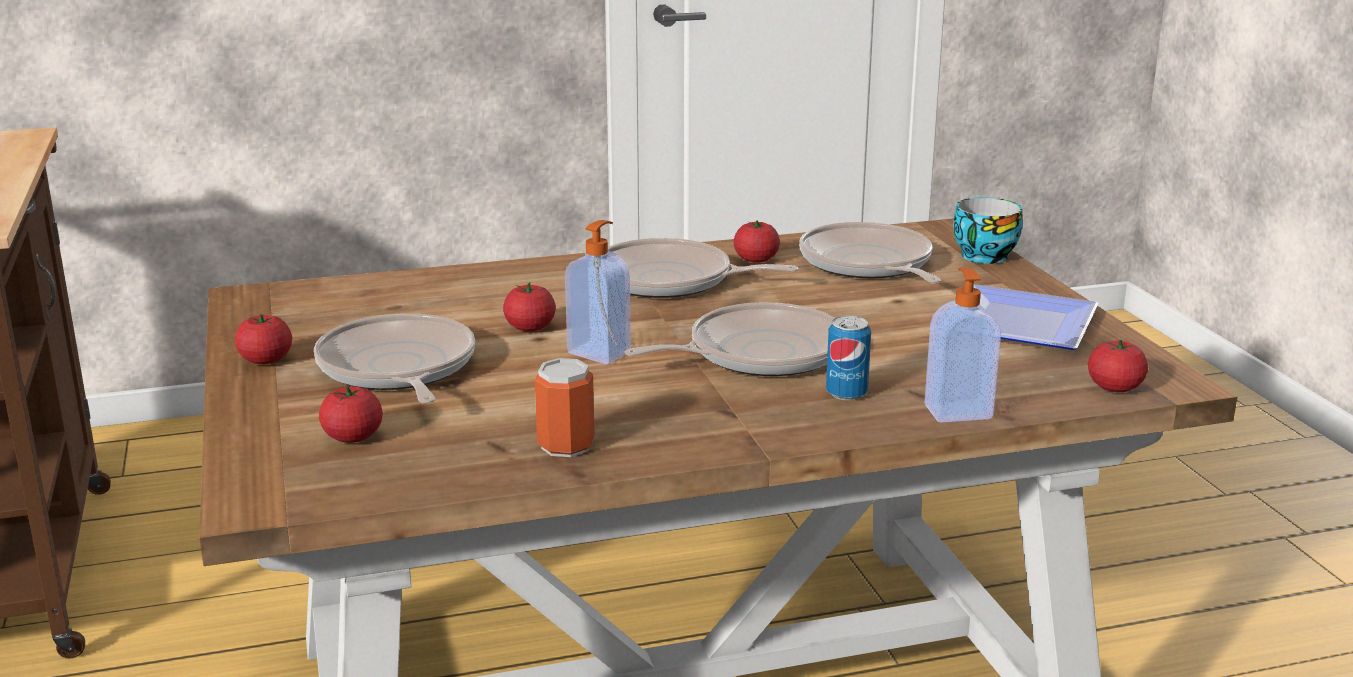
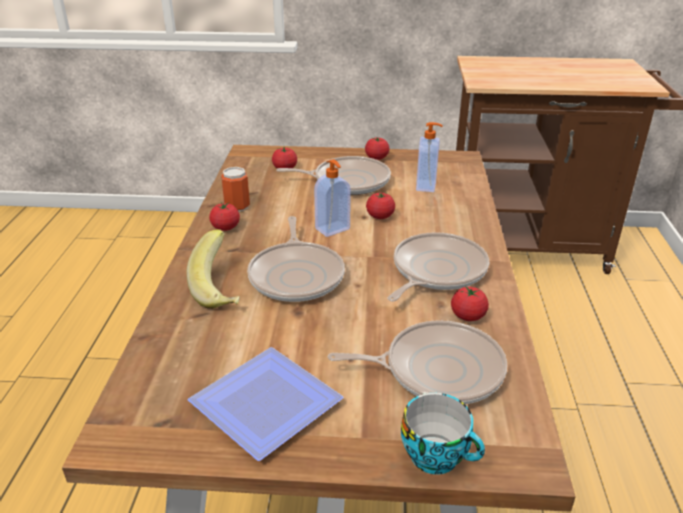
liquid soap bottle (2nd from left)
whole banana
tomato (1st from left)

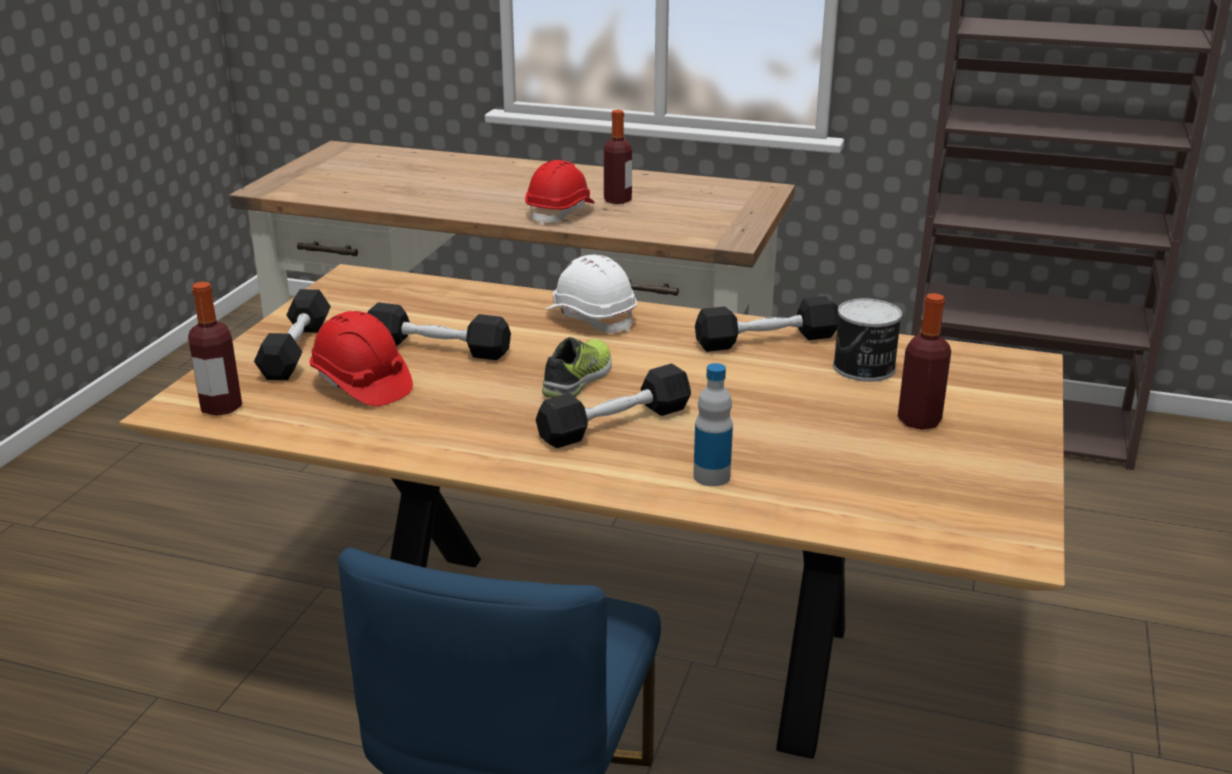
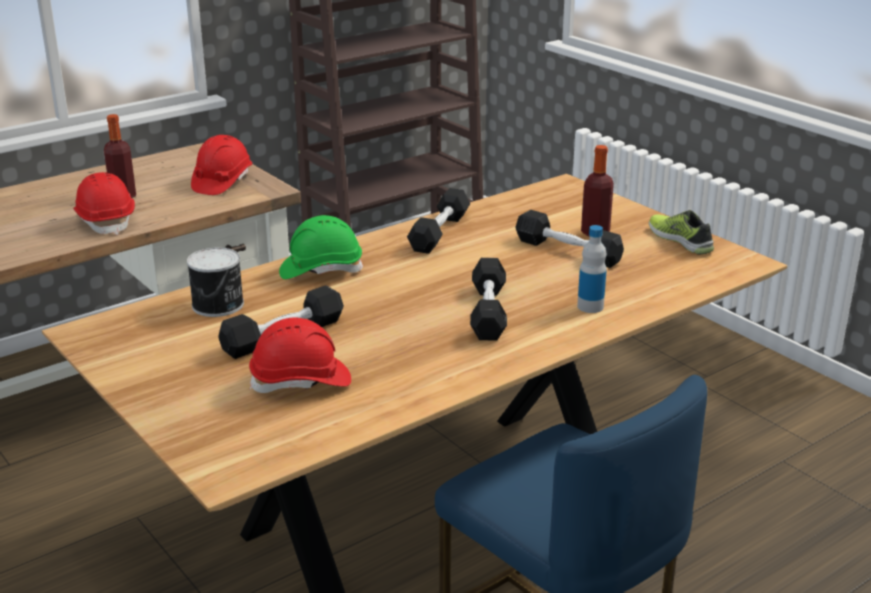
hard hat (green-coloured)
drink bottle (1st from left in the first image)
hand weight (black-coloured) (4th from left)
sealed can
item of footwear
hard hat (reddish) (2nd from left)

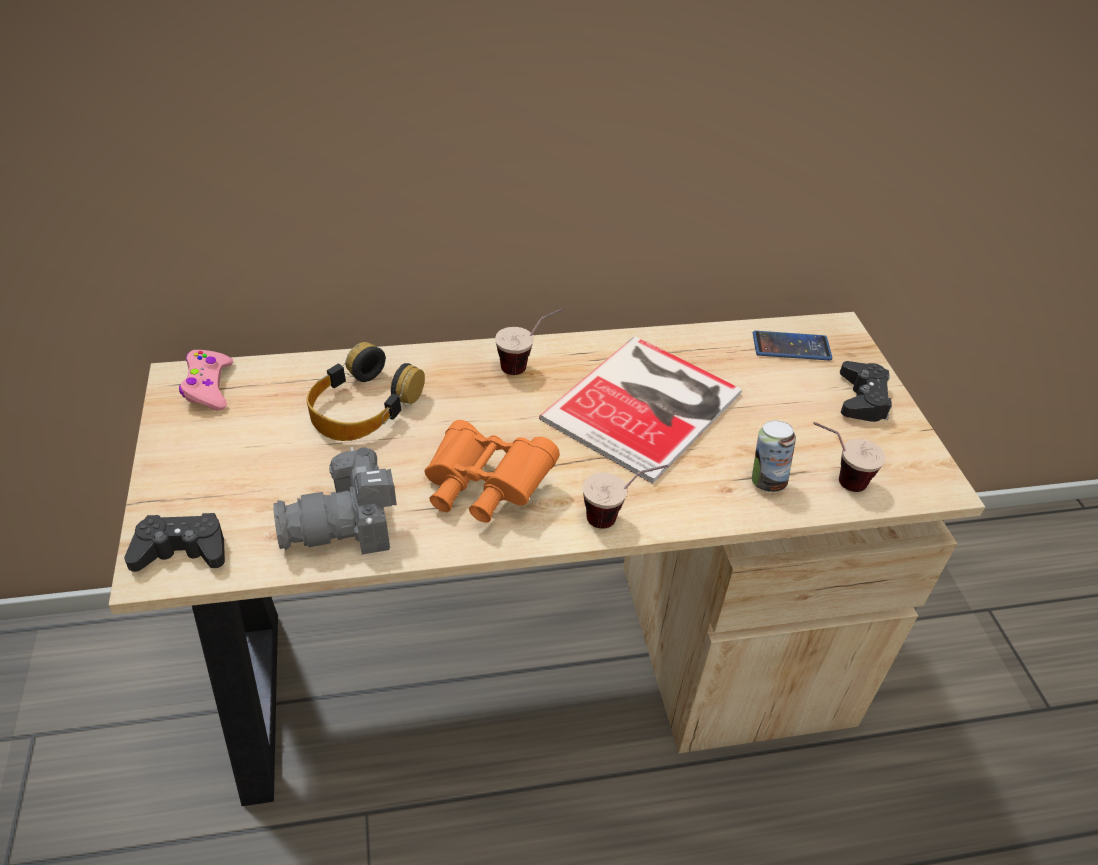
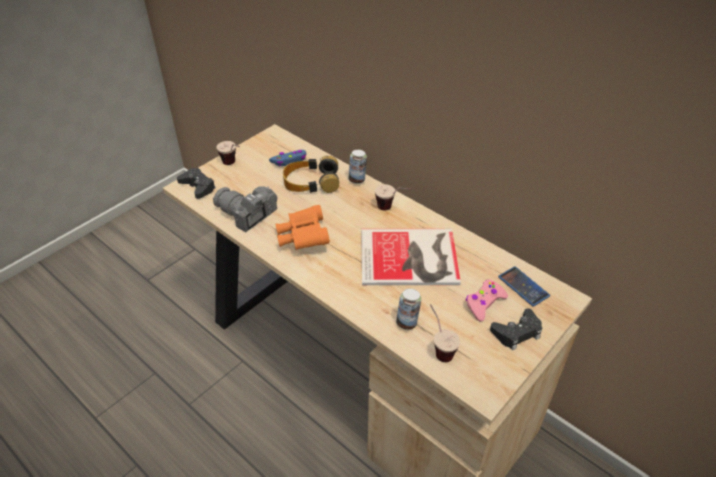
gamepad (pinkish)
small cup (1st from left)
gamepad (blue-coloured)
sealed can (1st from left)

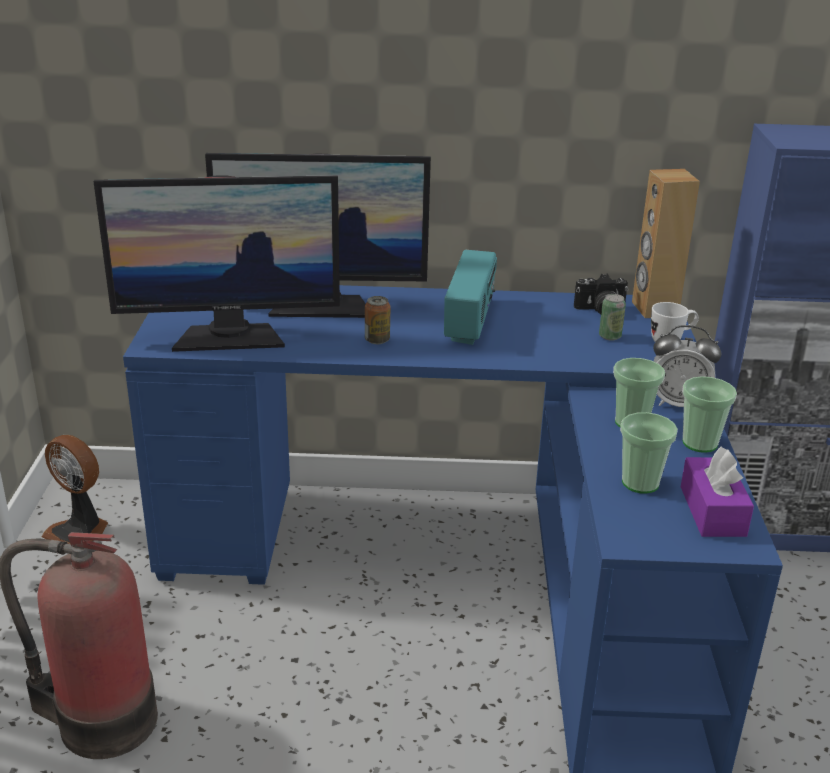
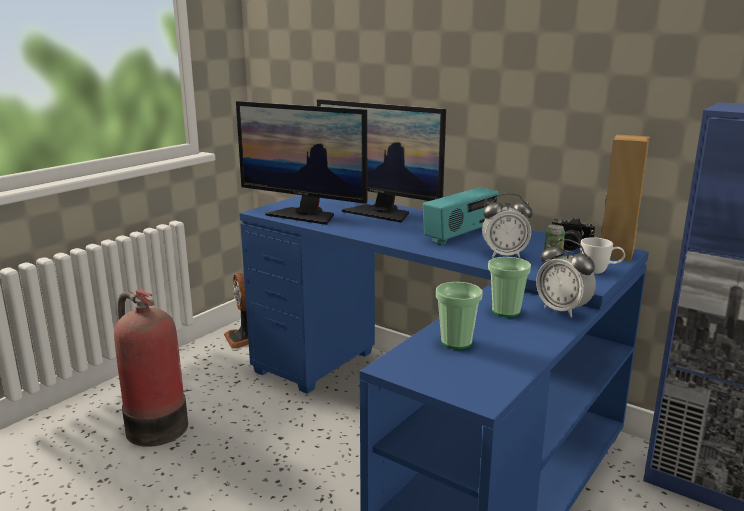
sealed can (1st from left in the first image)
small cup (3rd from left in the first image)
tissue box (purple-coloured)
bedside clock (1st from left)

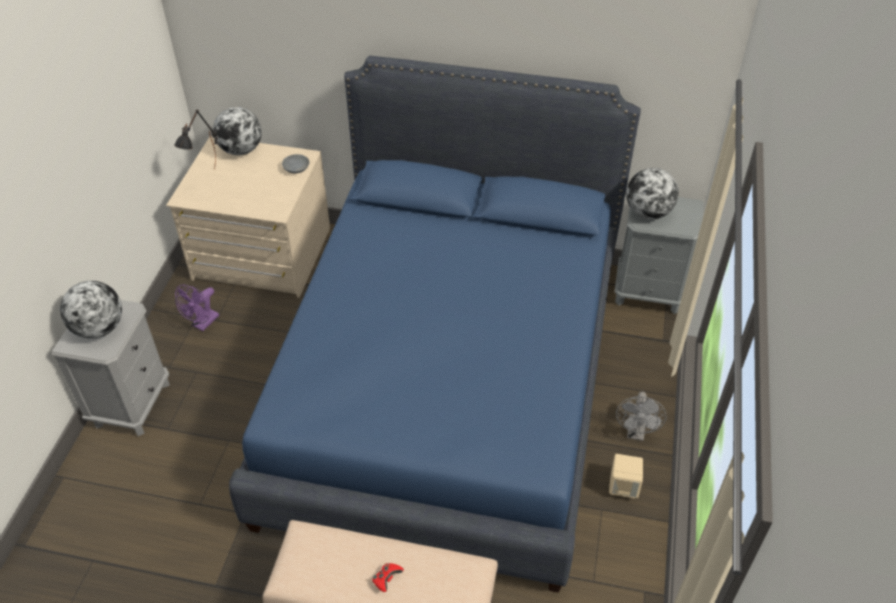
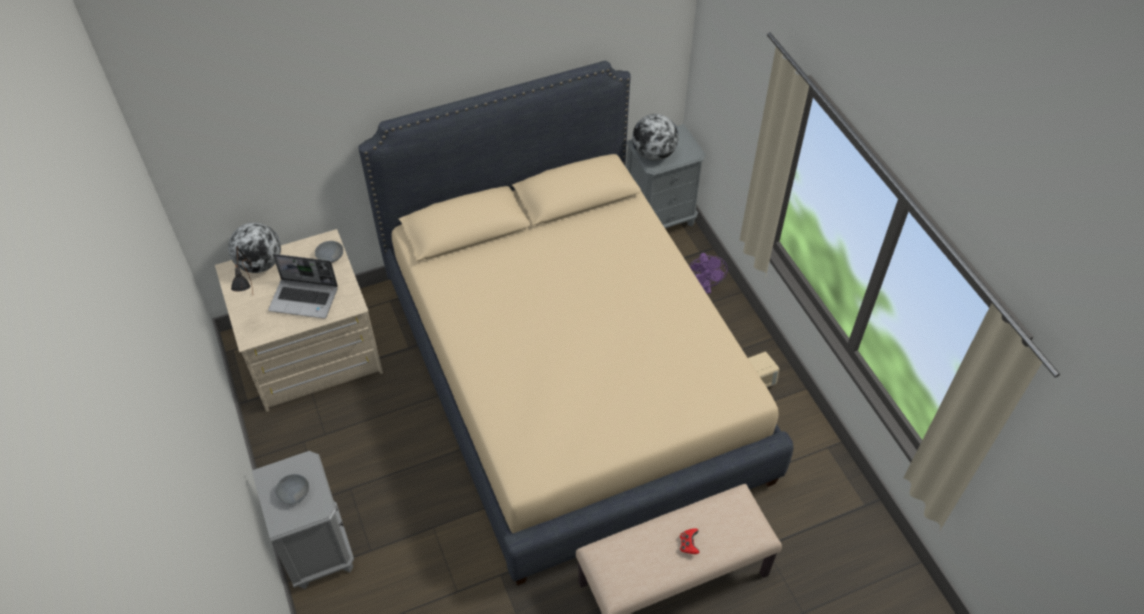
bed (sand-coloured)
deep dish (grey) (1st from left)
cooling fan (purple-coloured)
cooling fan (grey)
laptop

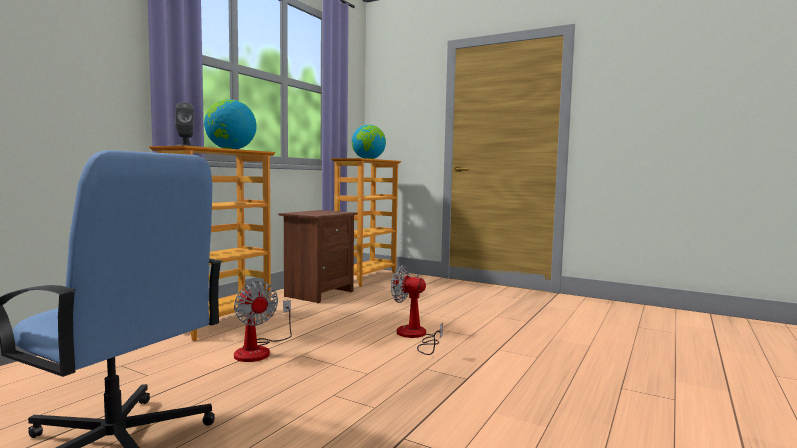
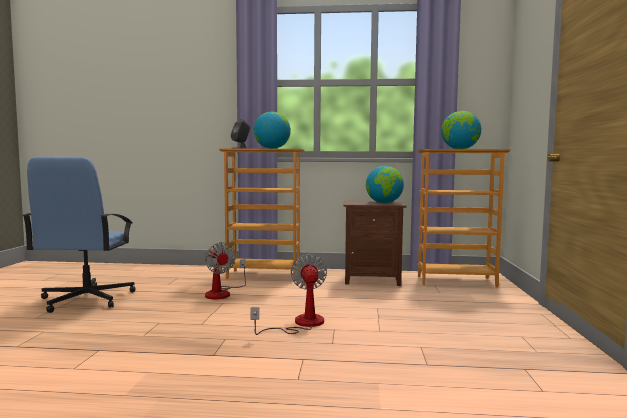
cooling fan (1st from left)
globe (2nd from left)

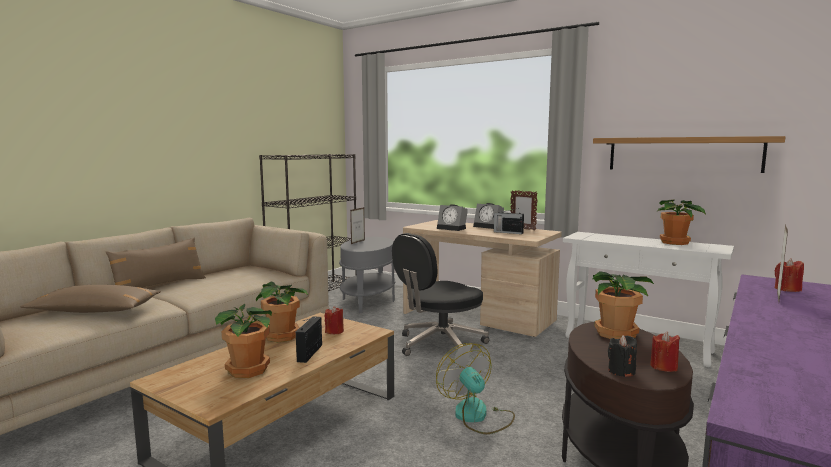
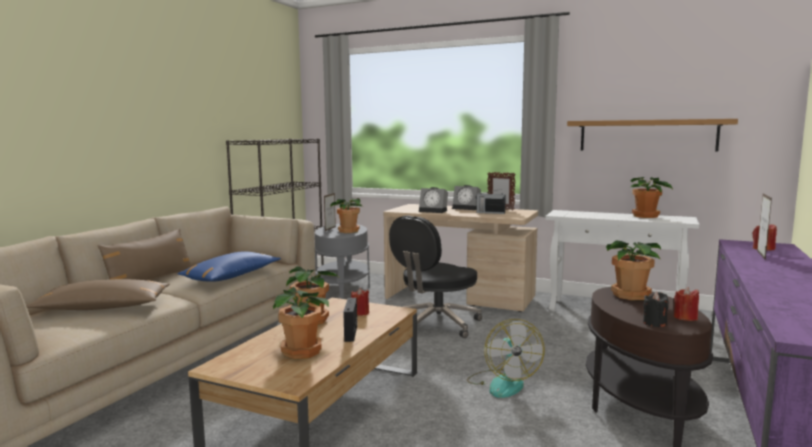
cooling fan
houseplant (3rd from left)
pillow (blue-coloured)

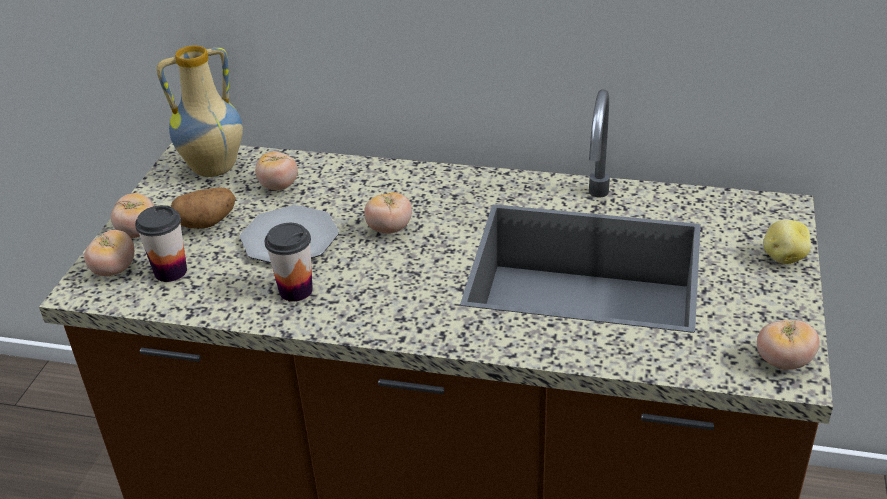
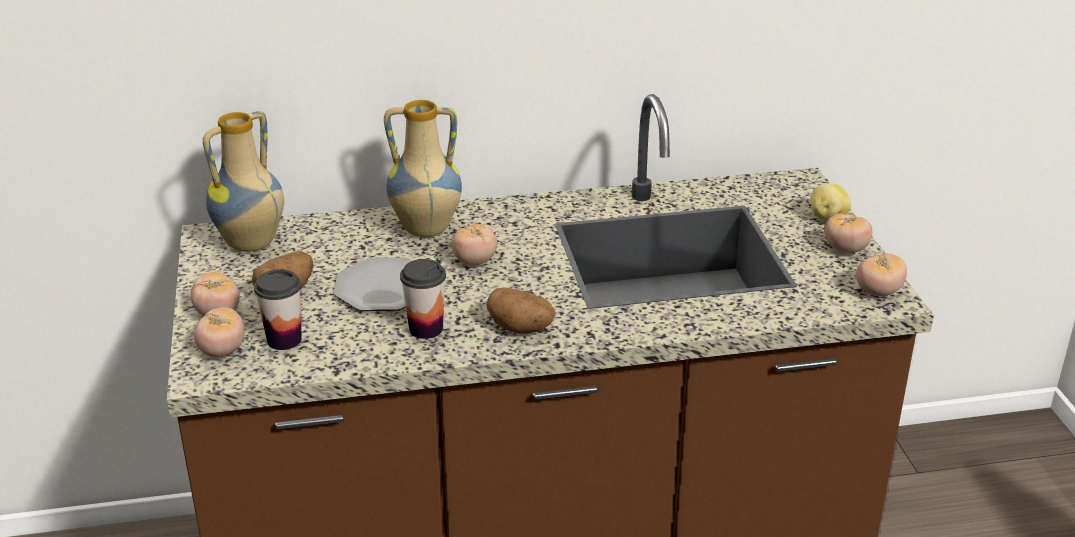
tomato (4th from left)
vase (2nd from left)
potato (2nd from left)

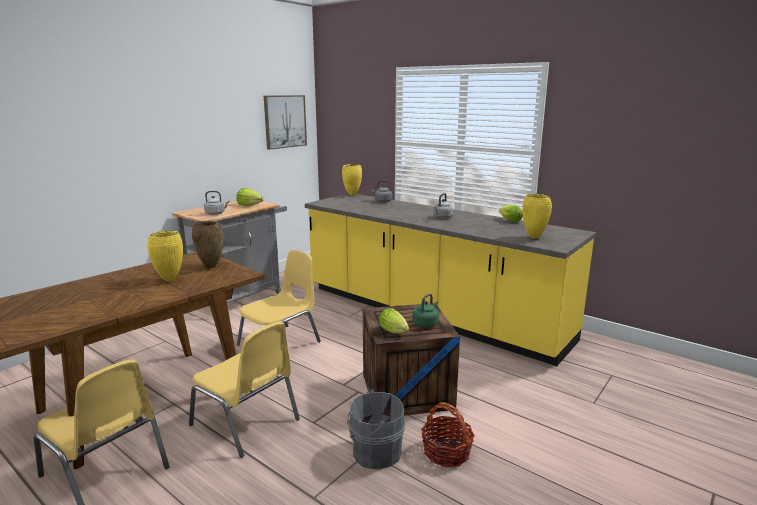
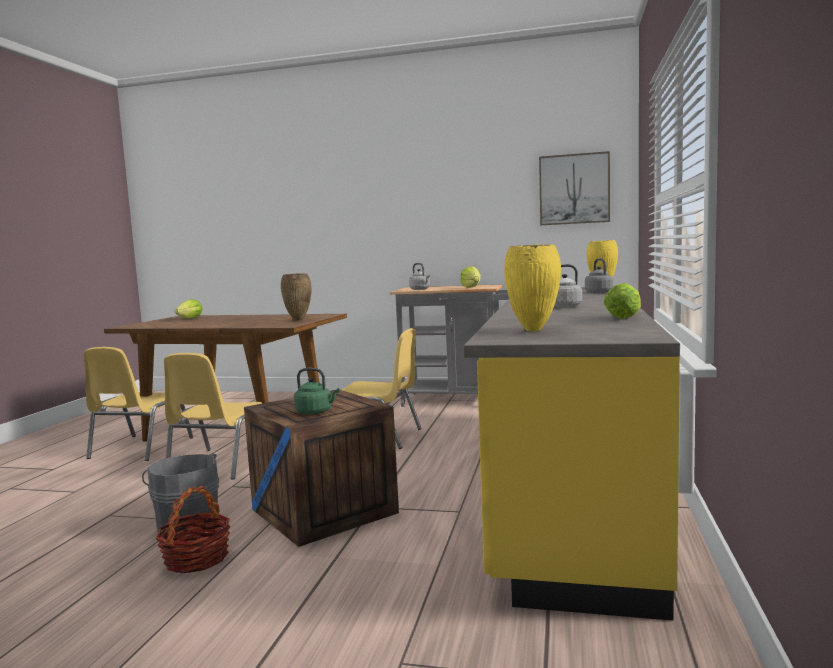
vase (yellow) (1st from left in the first image)
lettuce head (1st from left)

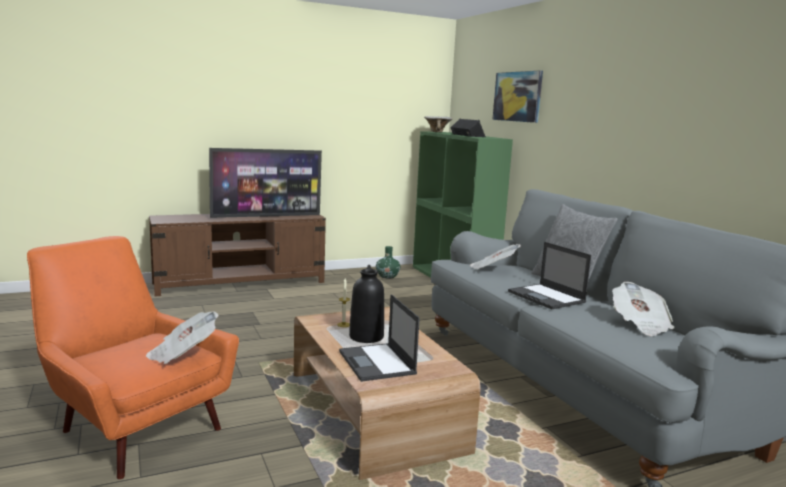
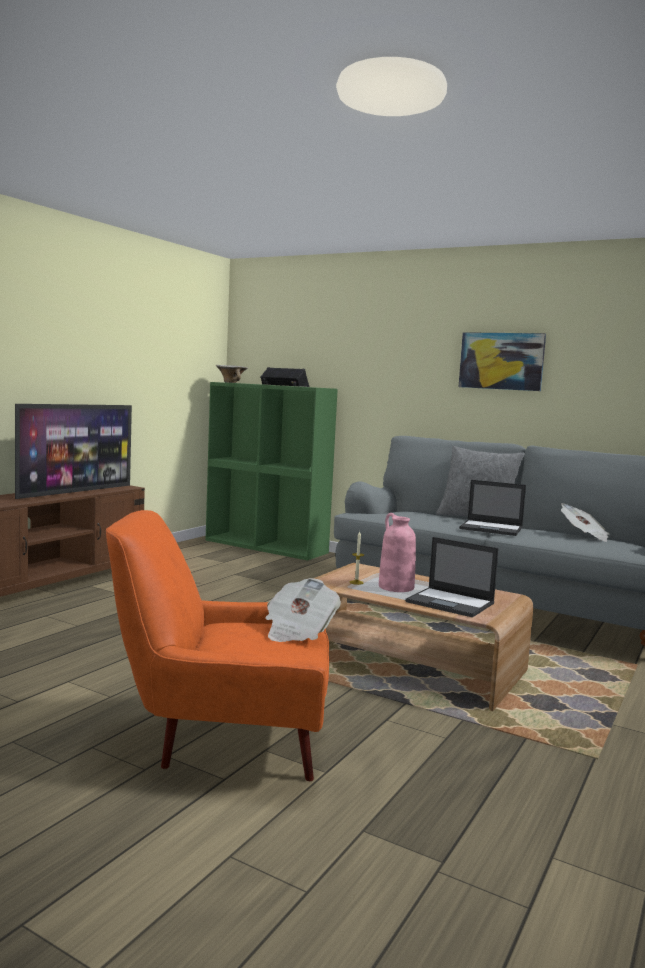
wall picture
daily paper (2nd from left in the first image)
vase (green-coloured)
vase (pinkish)

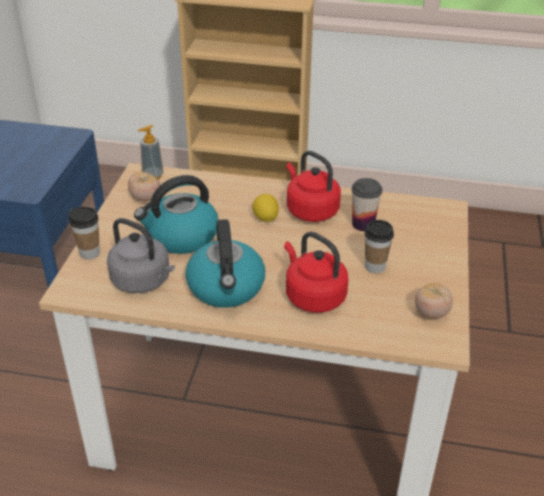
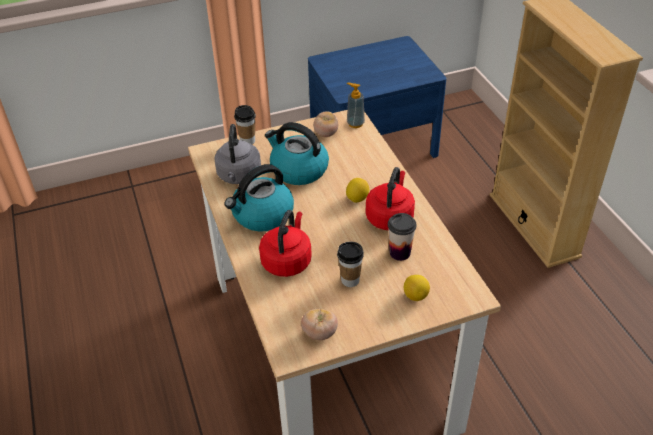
lemon (2nd from left)

